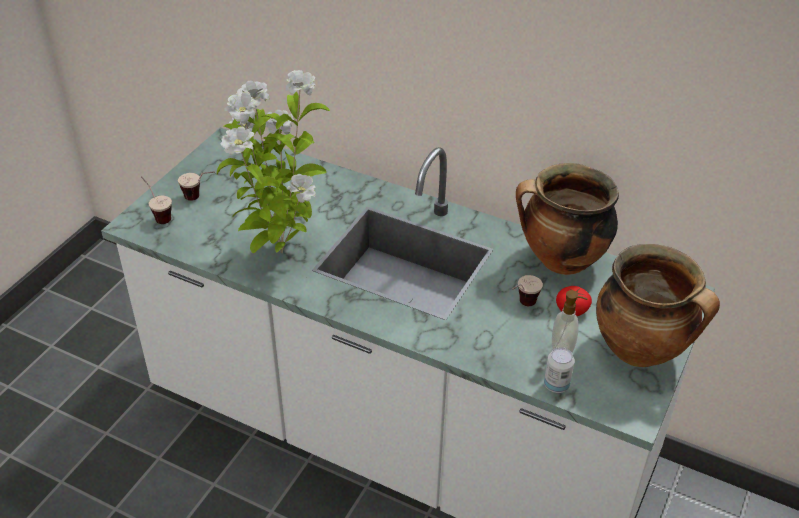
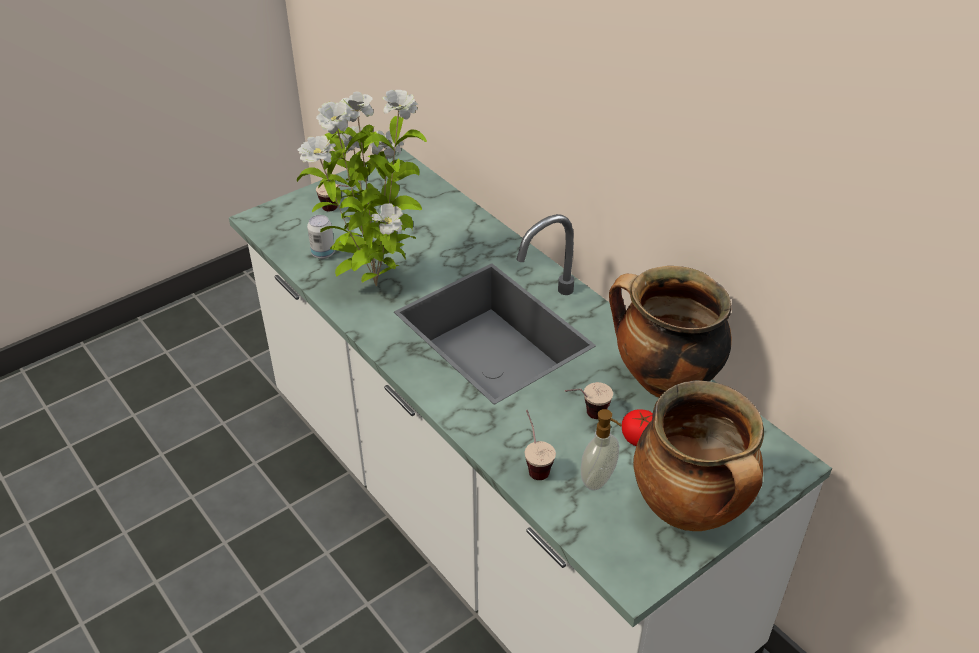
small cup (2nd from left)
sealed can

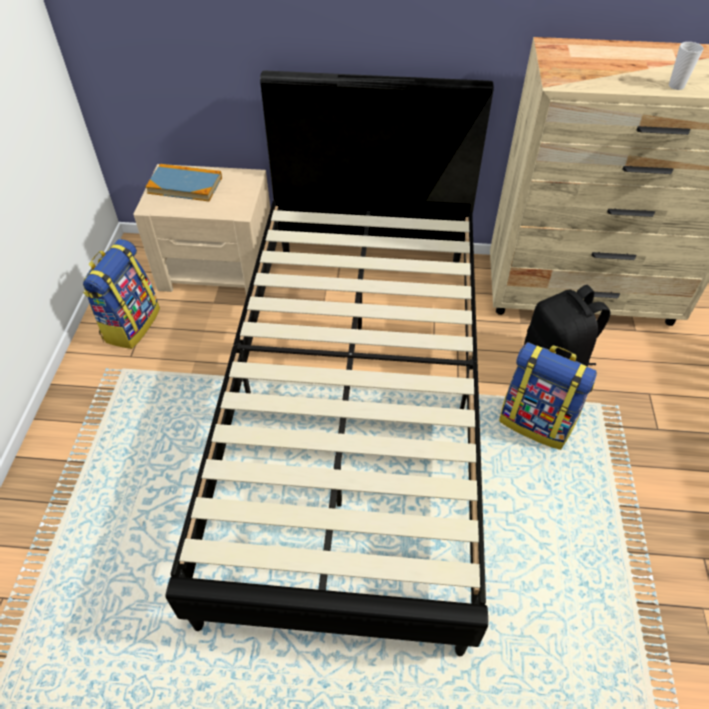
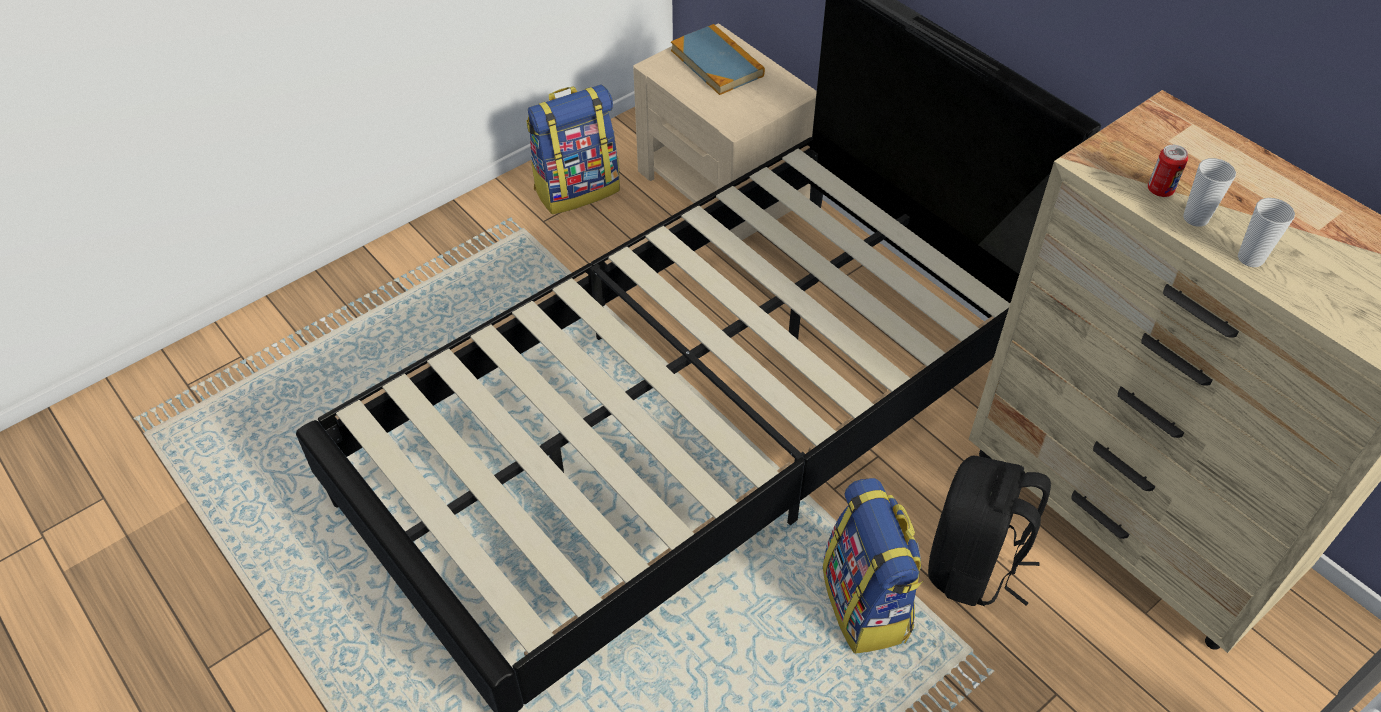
sealed can
small cup (1st from left)

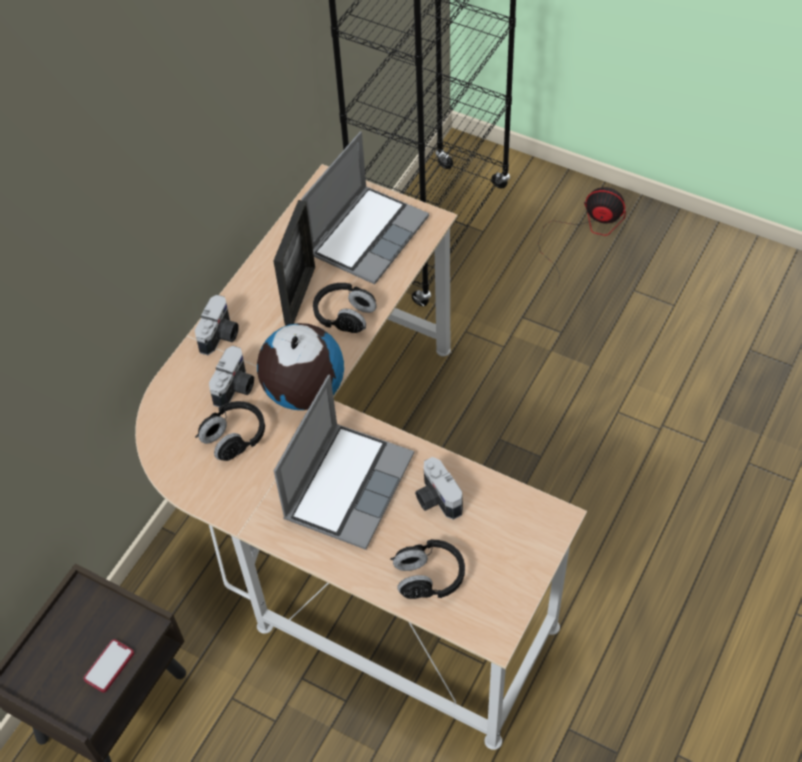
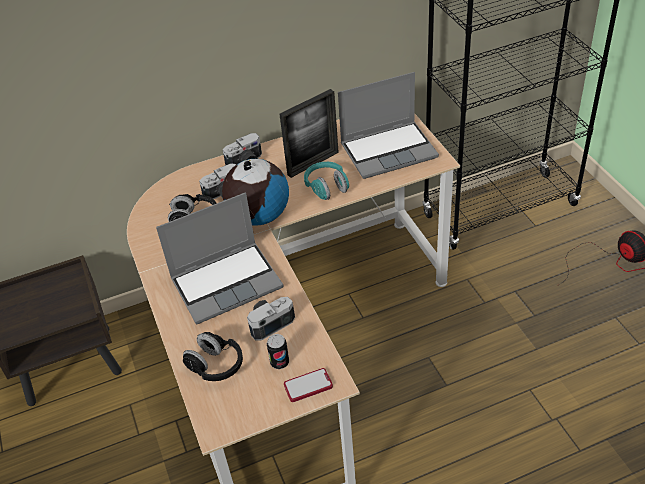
headset (turquoise)
still camera (3rd from left)
handset
sealed can

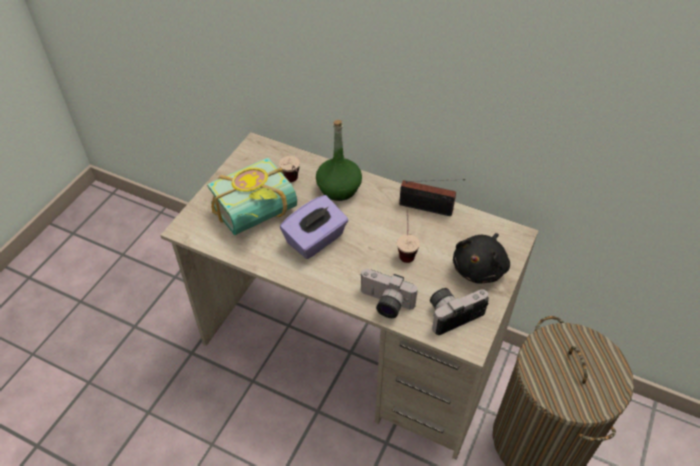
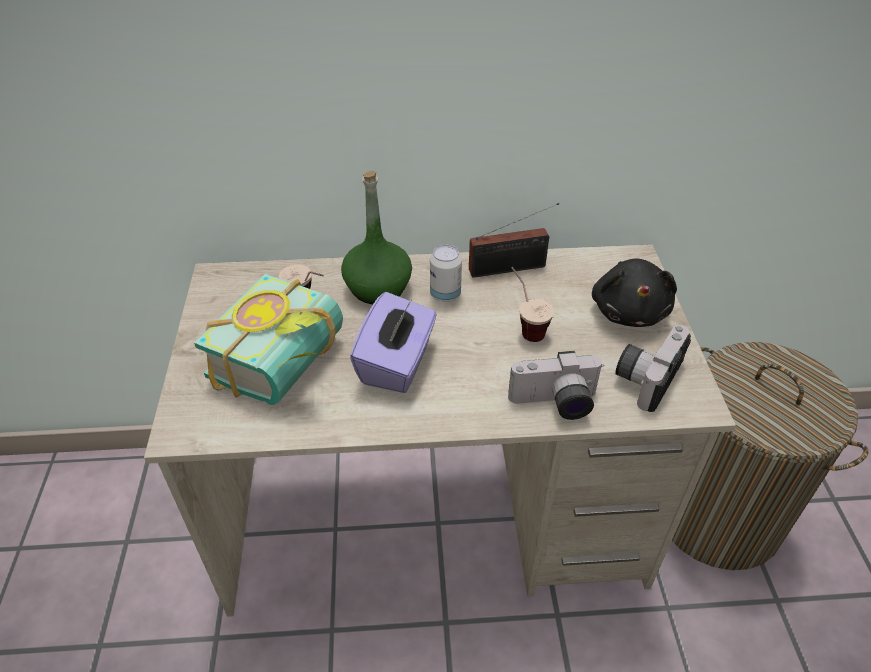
sealed can

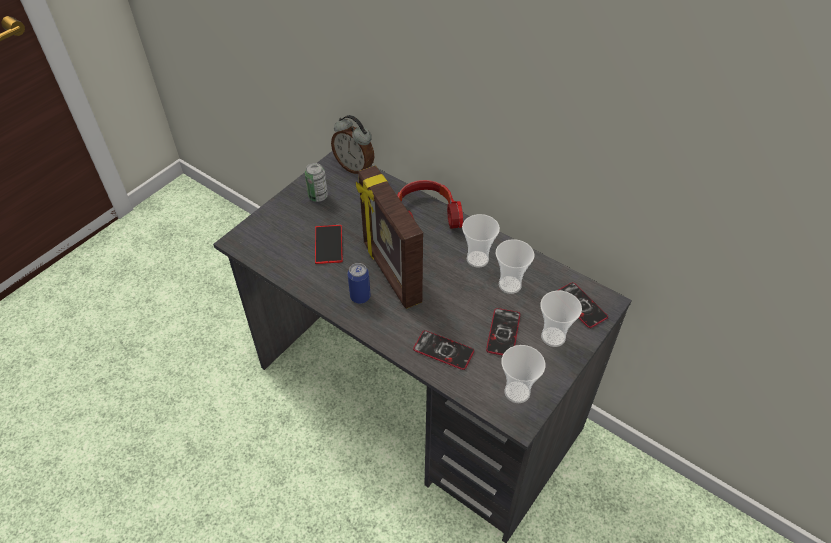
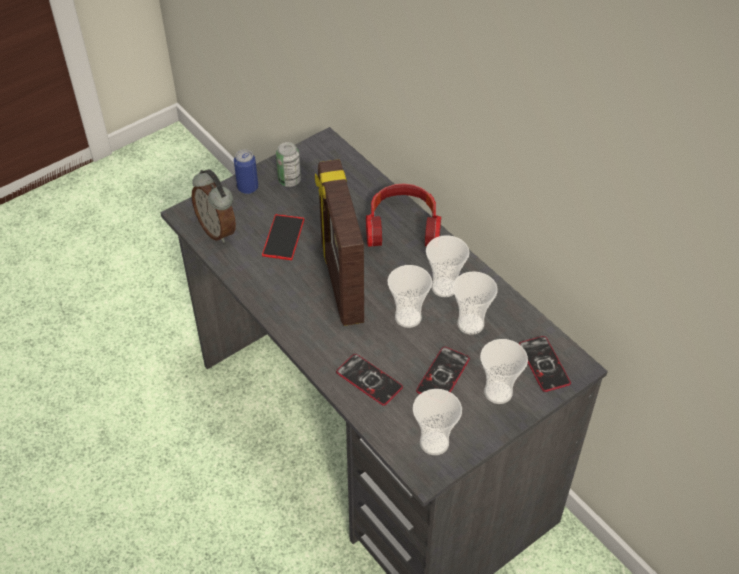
bedside clock
sealed can (1st from left)
small cup (1st from left)

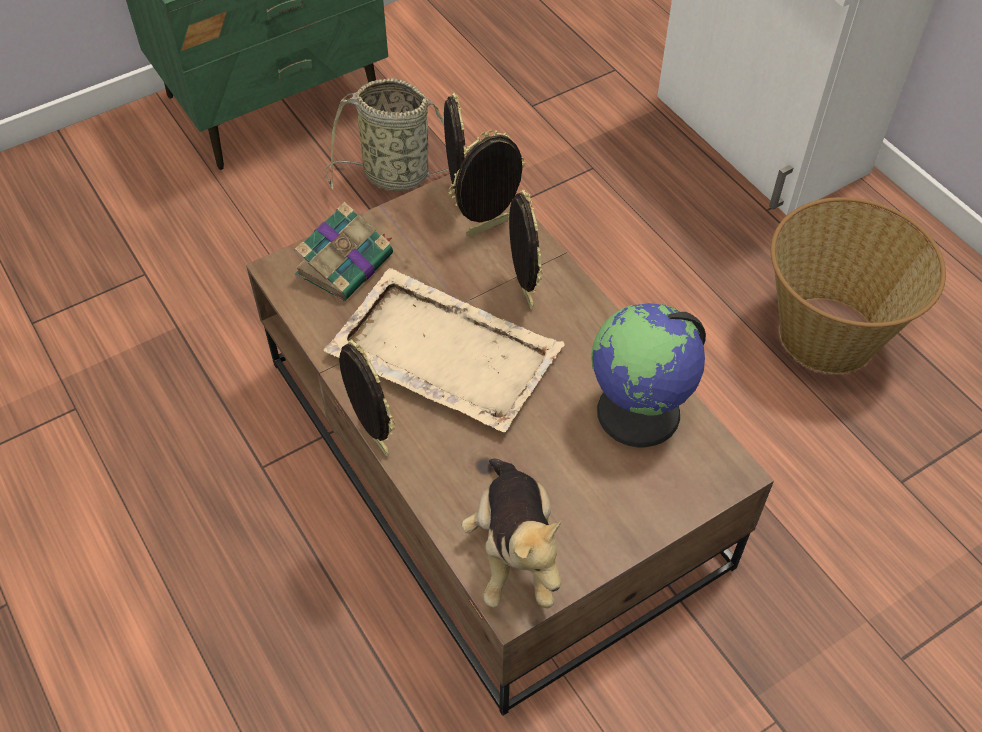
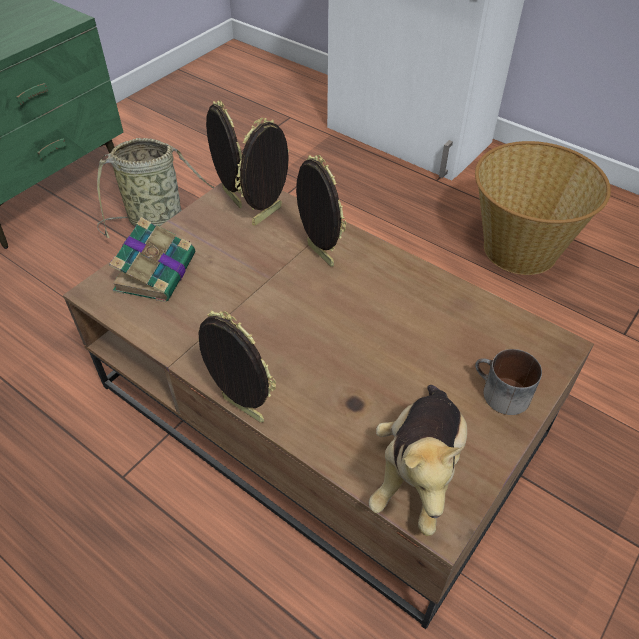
tray (sand-coloured)
globe
soft toy
tea mug

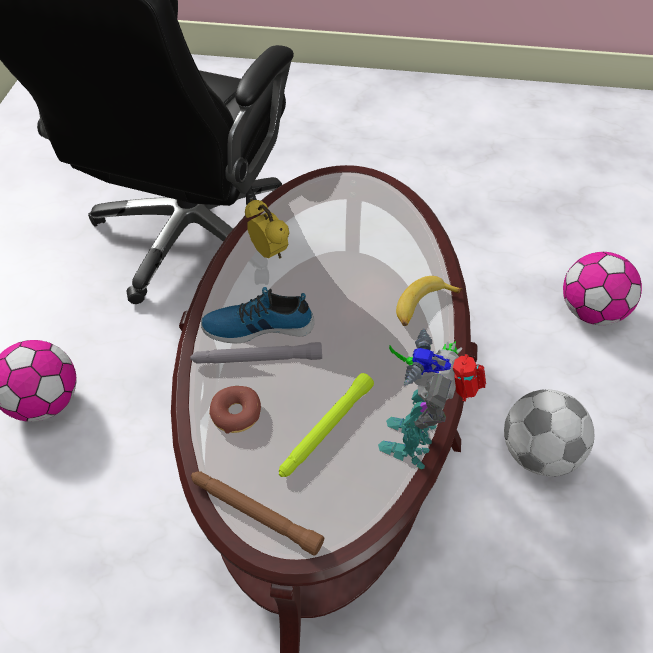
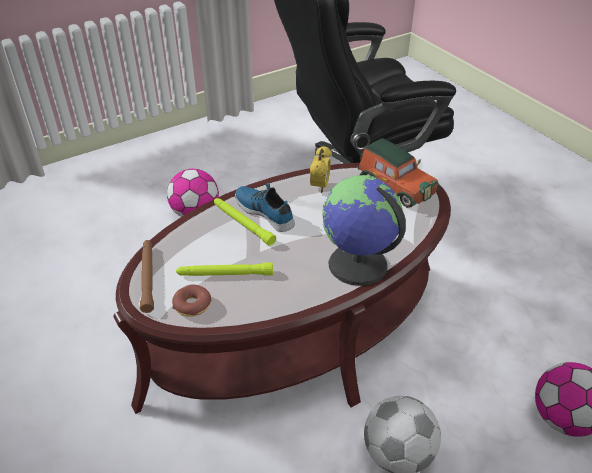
globe
robot figure
flashlight (green-coloured) (2nd from left)
donut
toy car

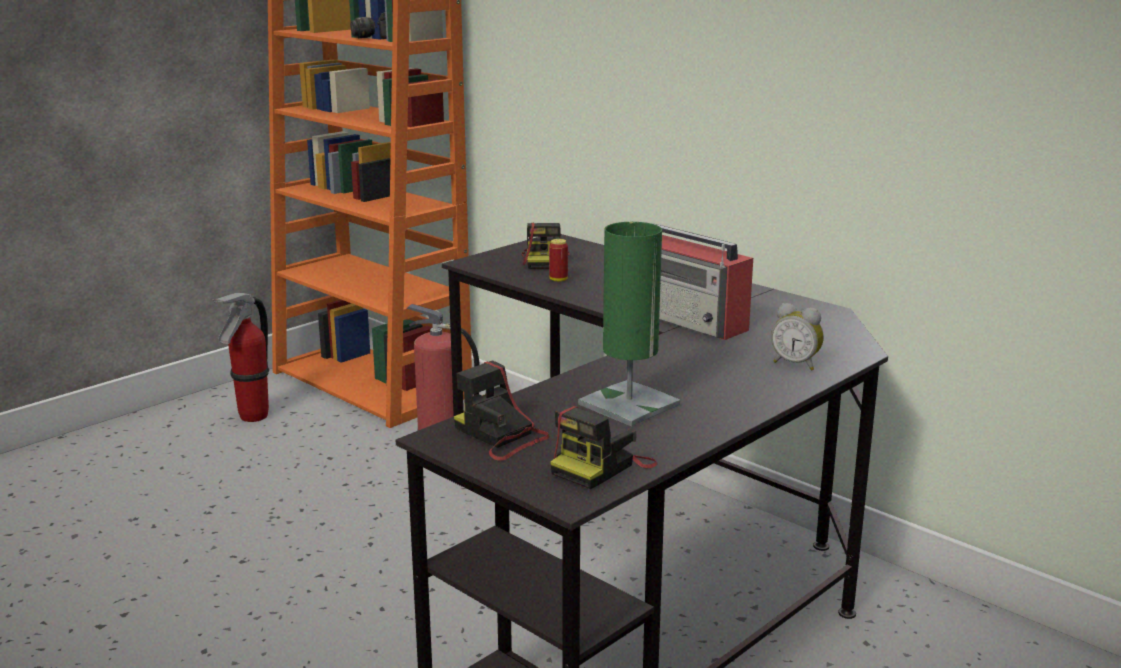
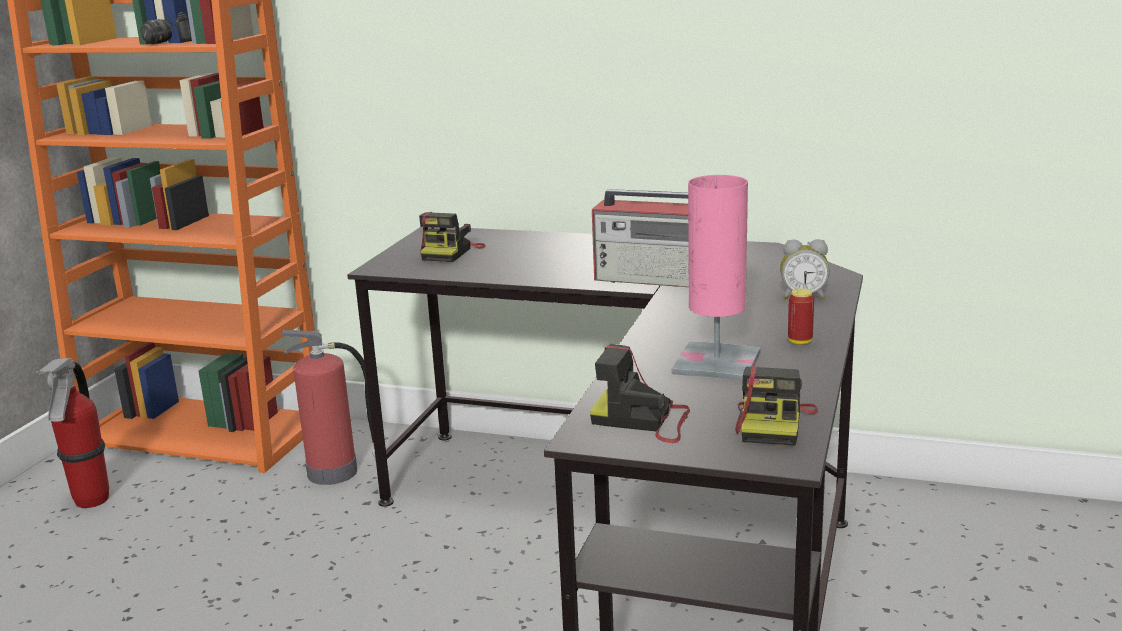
still camera (2nd from left)
tabletop lamp (pinkish)
sealed can

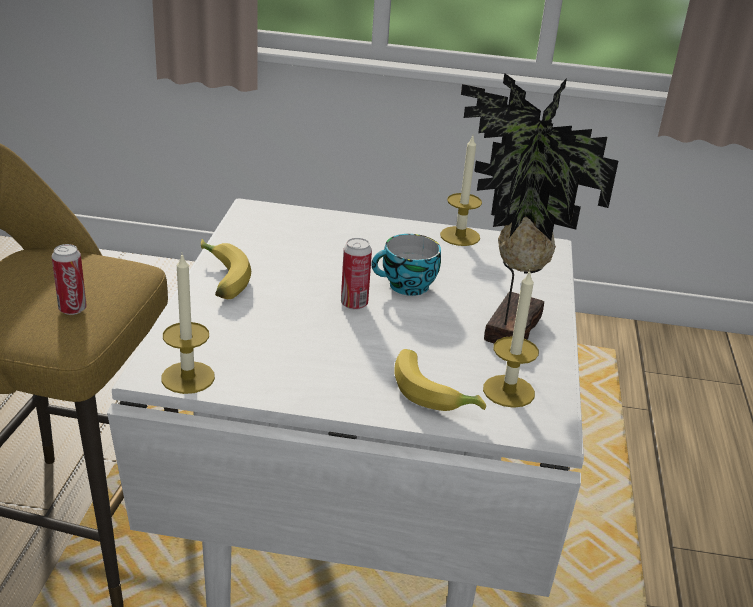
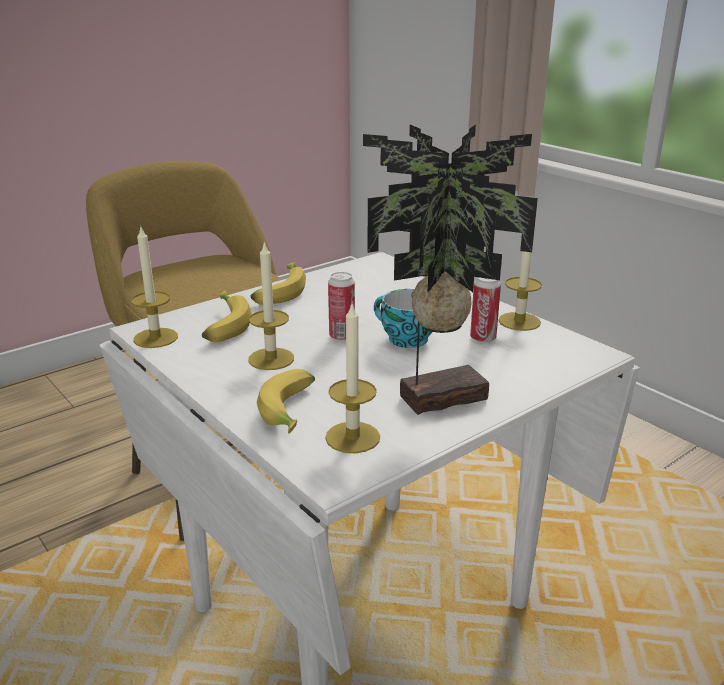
sealed can (2nd from left)
wax light (2nd from left)
whole banana (1st from left)

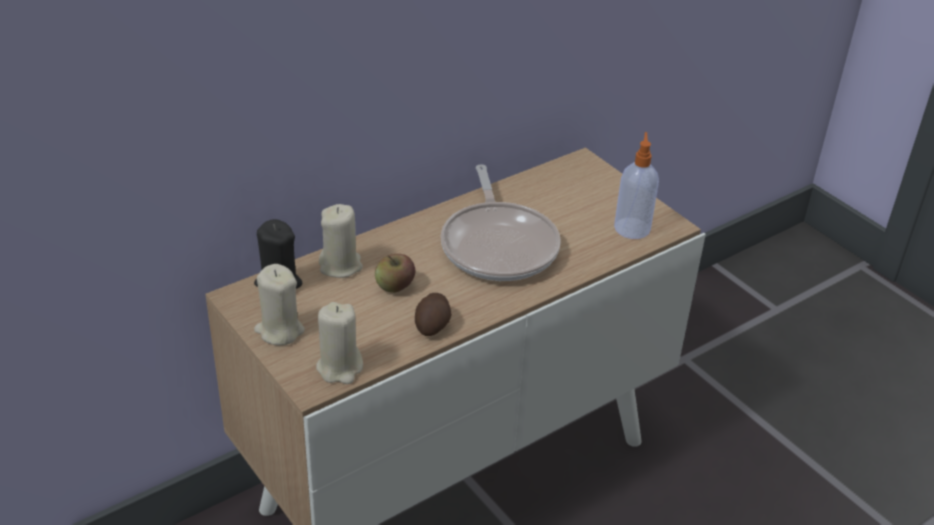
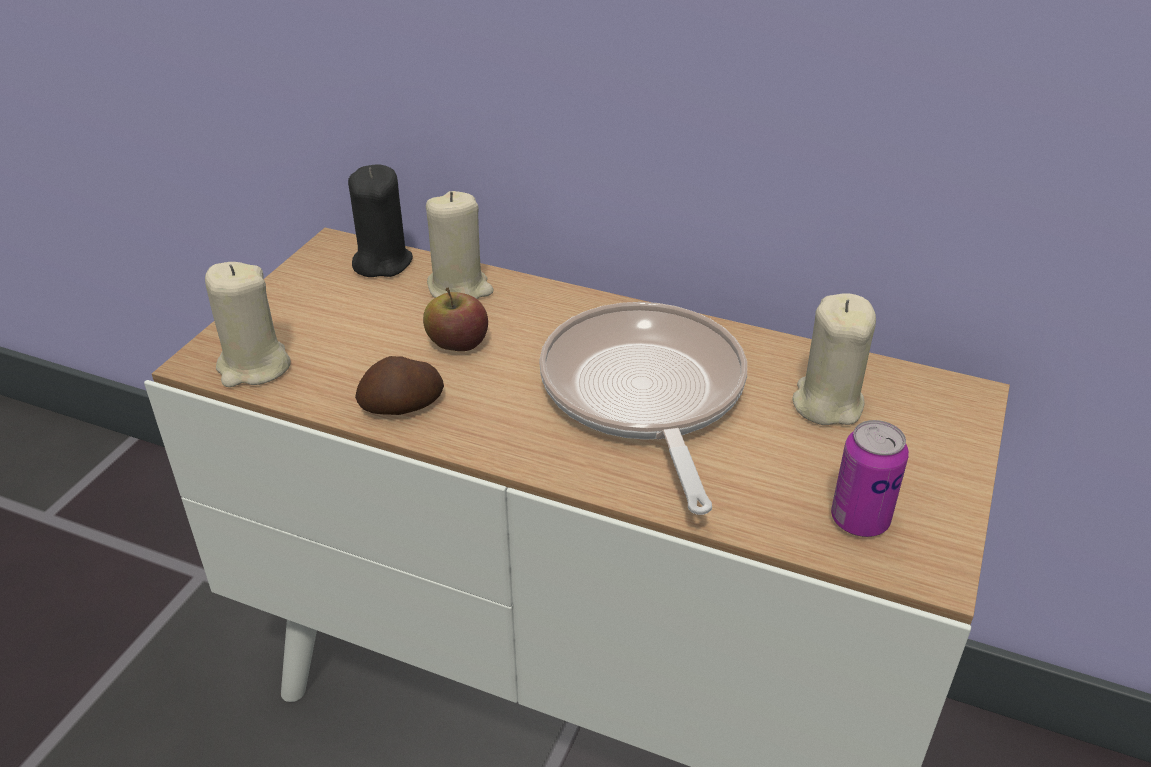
sealed can
skillet
wax light (sand-coloured) (3rd from left)

